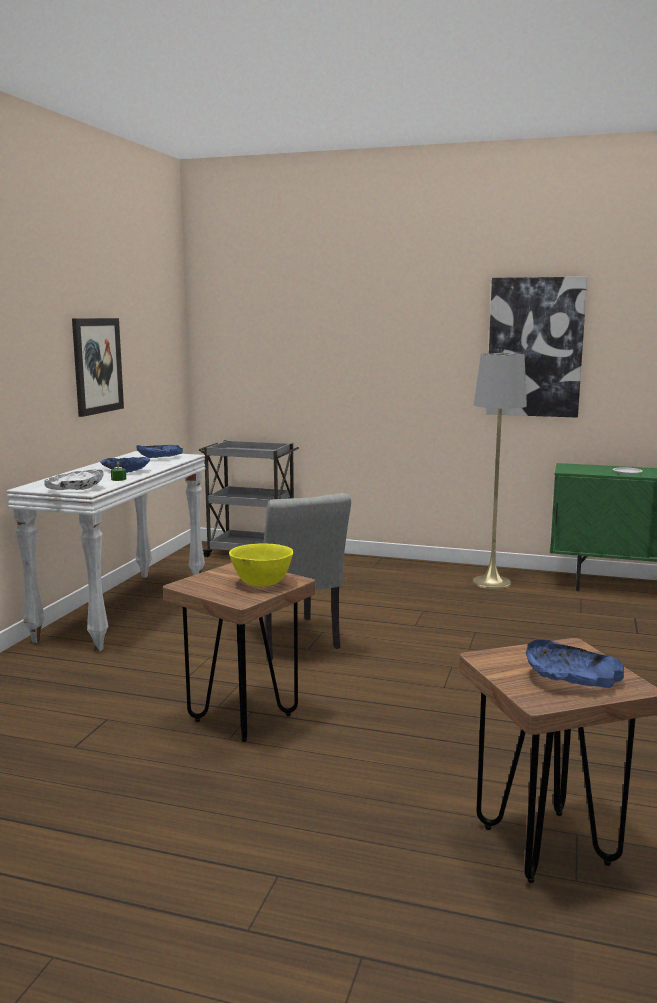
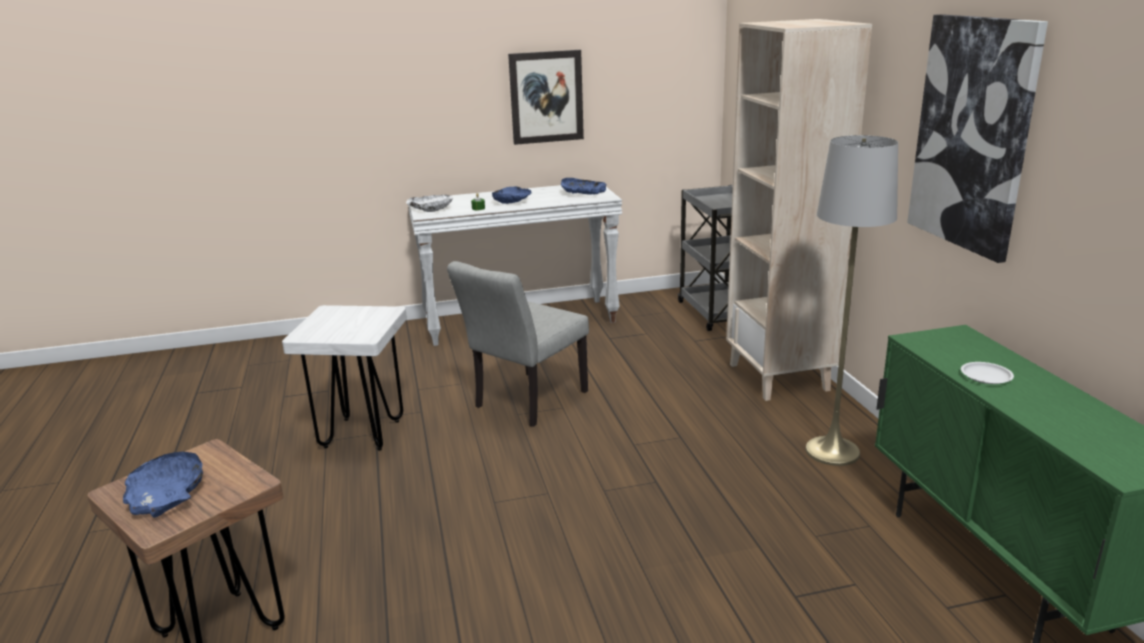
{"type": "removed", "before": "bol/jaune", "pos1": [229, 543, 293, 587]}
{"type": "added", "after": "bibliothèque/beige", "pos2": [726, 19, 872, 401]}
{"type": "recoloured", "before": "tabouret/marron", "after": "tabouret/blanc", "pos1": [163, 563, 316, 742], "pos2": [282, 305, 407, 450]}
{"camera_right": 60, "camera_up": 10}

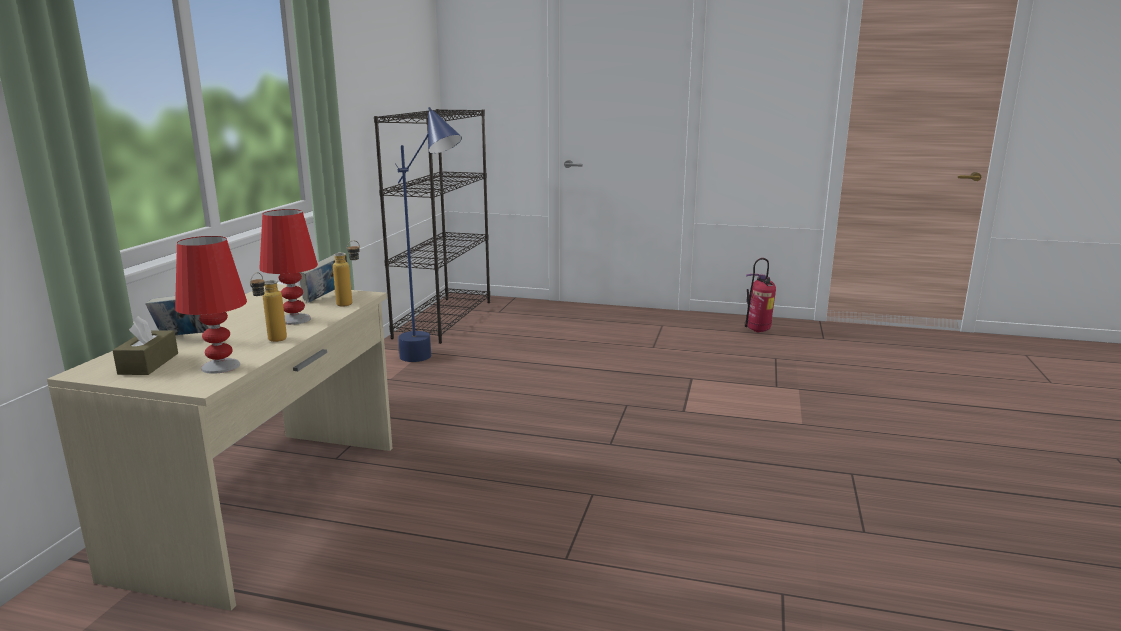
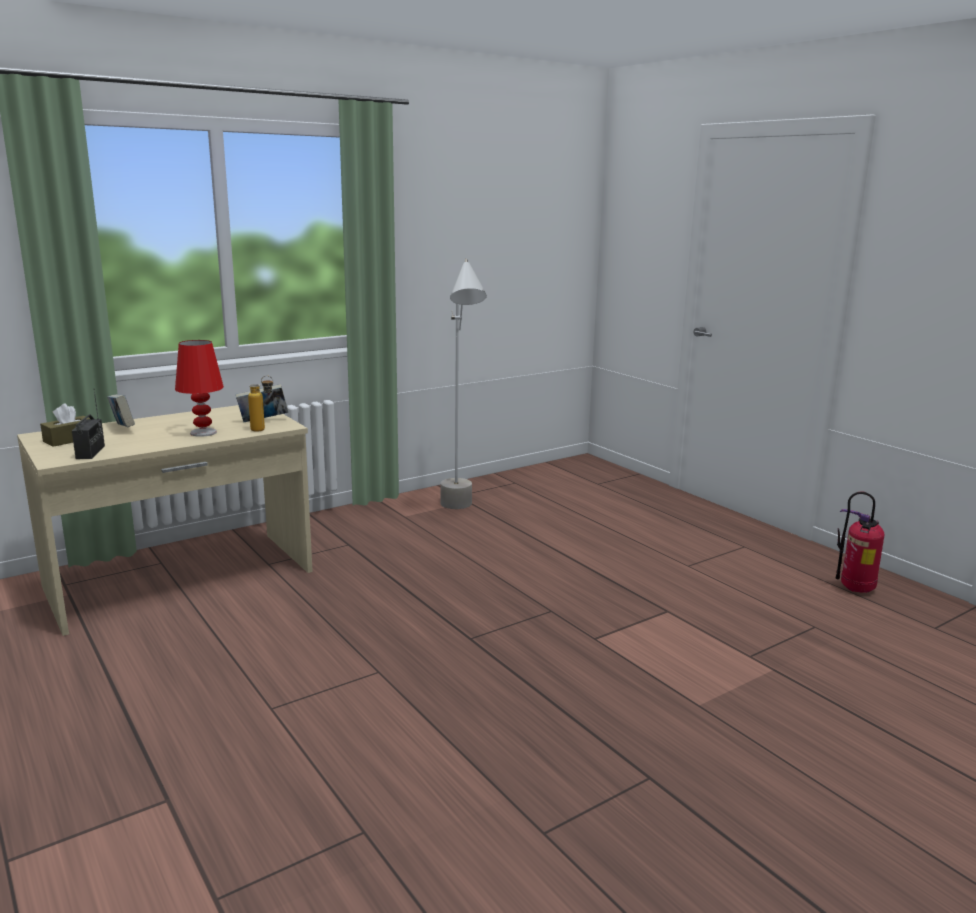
{"type": "removed", "before": "bouteille", "pos1": [250, 272, 287, 342]}
{"type": "removed", "before": "bibliothèque/noir", "pos1": [374, 109, 490, 344]}
{"type": "replaced", "before": "lampe de table/rouge", "after": "radio", "pos1": [175, 236, 247, 374], "pos2": [72, 391, 105, 459]}
{"type": "recoloured", "before": "lampadaire/bleu", "after": "lampadaire/gris", "pos1": [395, 107, 462, 362], "pos2": [440, 258, 487, 509]}
{"camera_right": 40, "camera_up": 0}

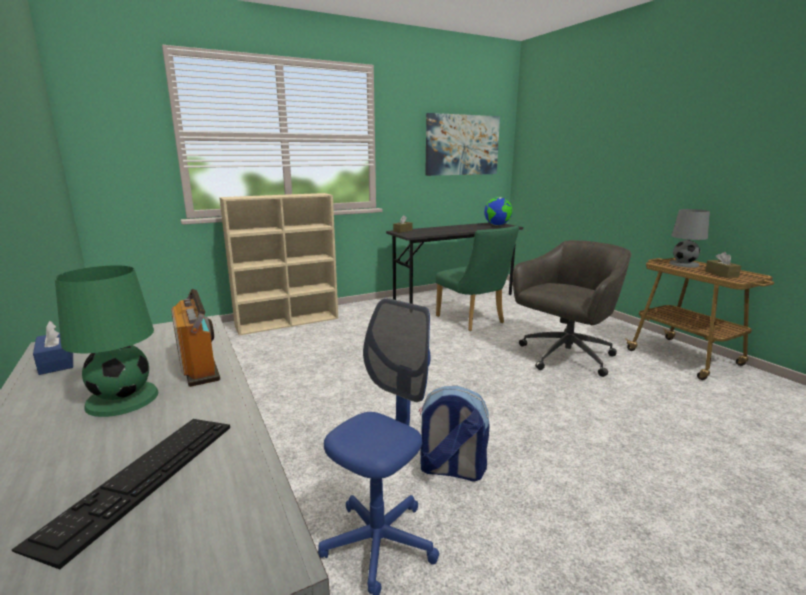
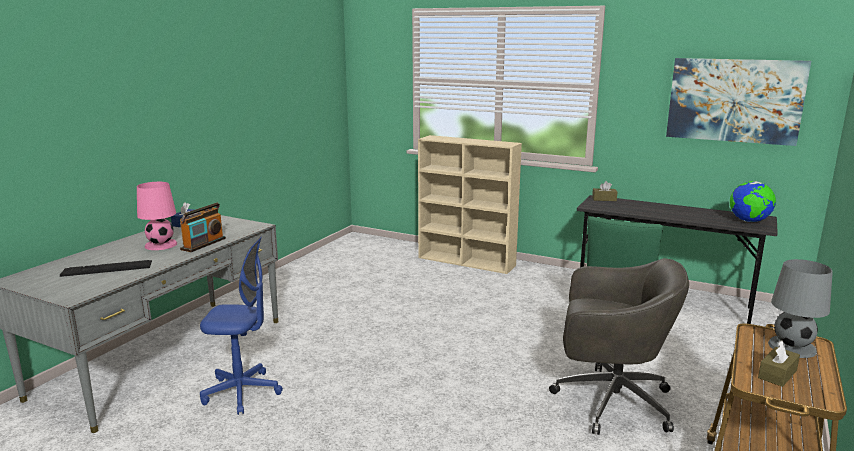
{"type": "removed", "before": "sac à dos", "pos1": [418, 386, 490, 482]}
{"type": "recoloured", "before": "lampe de table/vert", "after": "lampe de table/rose", "pos1": [55, 265, 158, 417], "pos2": [137, 182, 177, 250]}
{"camera_right": 55, "camera_up": 0}

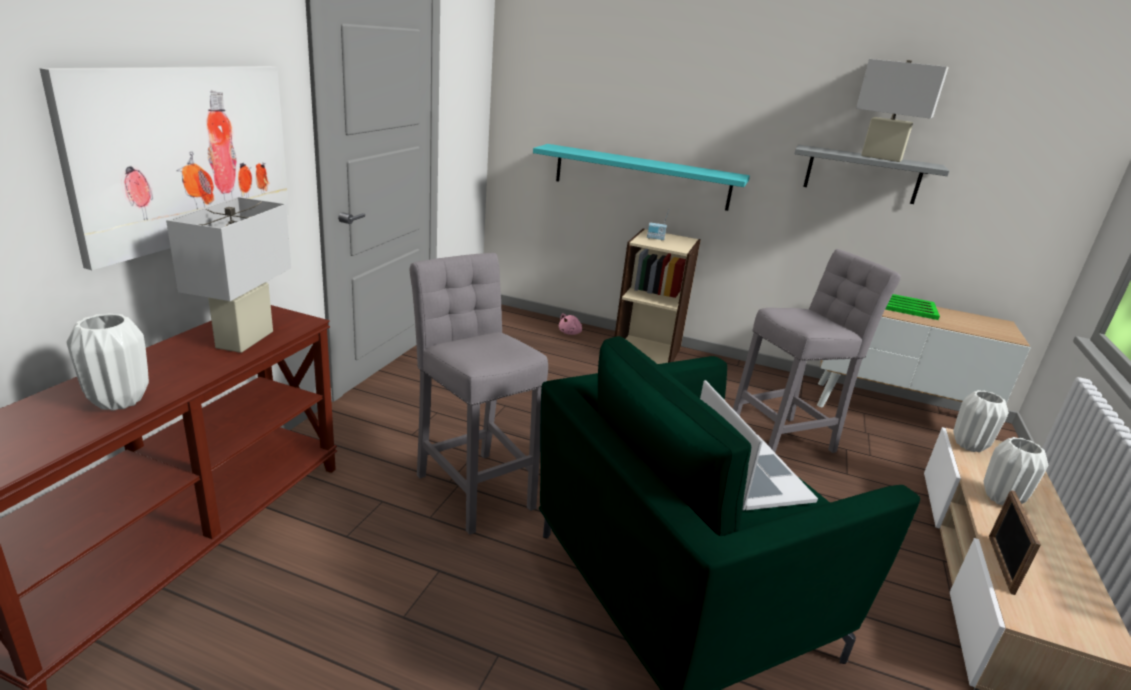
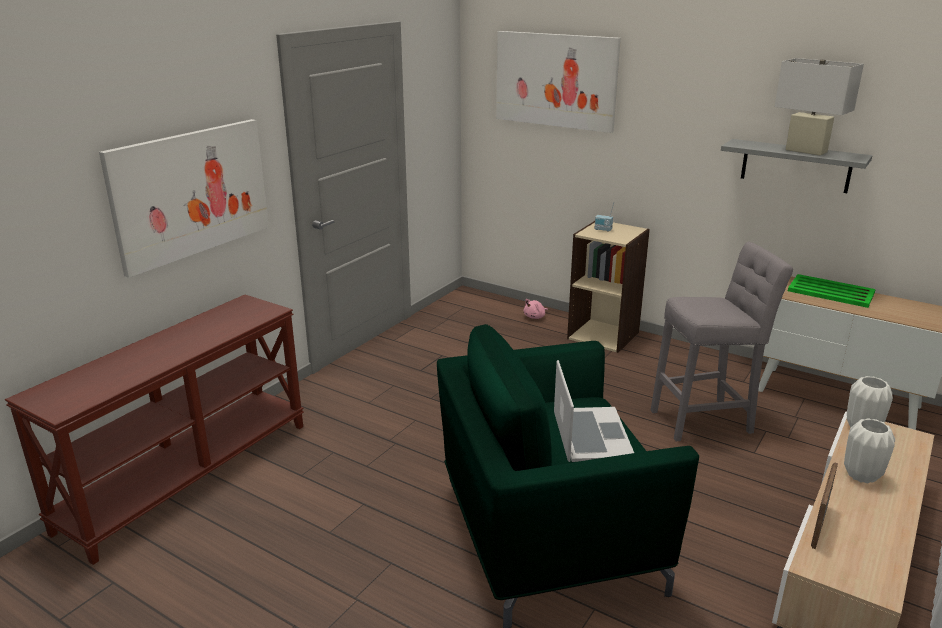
{"type": "removed", "before": "vase/blanc", "pos1": [66, 313, 149, 411]}
{"type": "removed", "before": "lampe de table/blanc", "pos1": [166, 197, 291, 353]}
{"type": "removed", "before": "tabouret/gris", "pos1": [410, 253, 548, 535]}
{"type": "removed", "before": "étagère/turquoise", "pos1": [533, 144, 750, 211]}
{"type": "added", "after": "tableau", "pos2": [496, 31, 621, 133]}
{"camera_right": 15, "camera_up": 0}

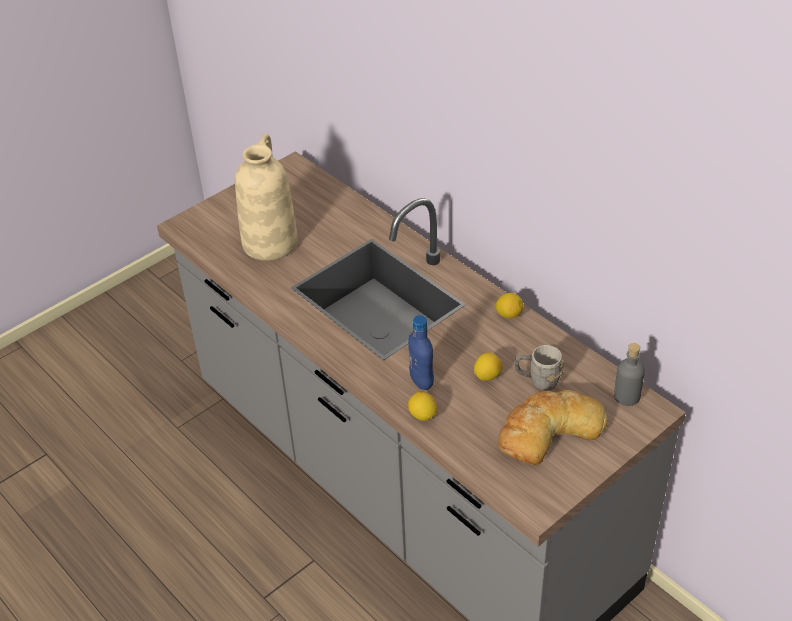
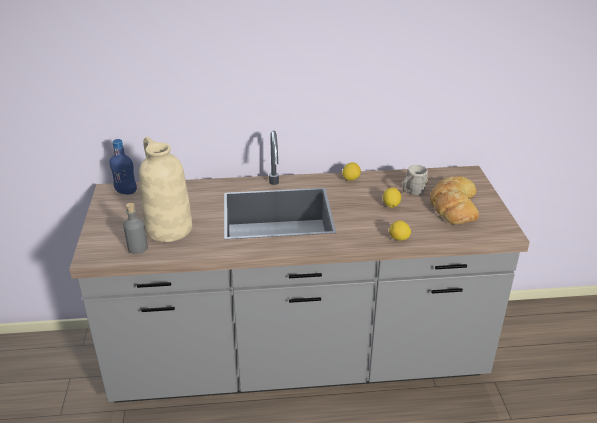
{"type": "moved", "before": "bouteille/bleu", "pos1": [408, 315, 434, 390], "pos2": [110, 139, 137, 194]}
{"type": "moved", "before": "bouteille/gris", "pos1": [614, 343, 645, 406], "pos2": [123, 203, 148, 254]}
{"camera_right": -55, "camera_up": -10}

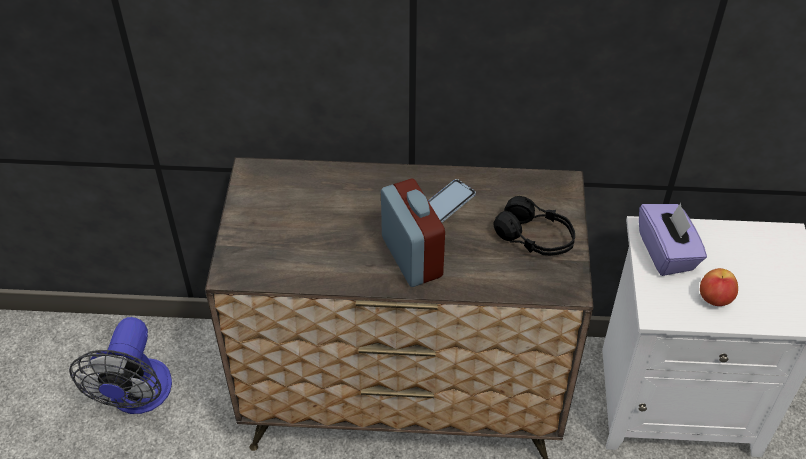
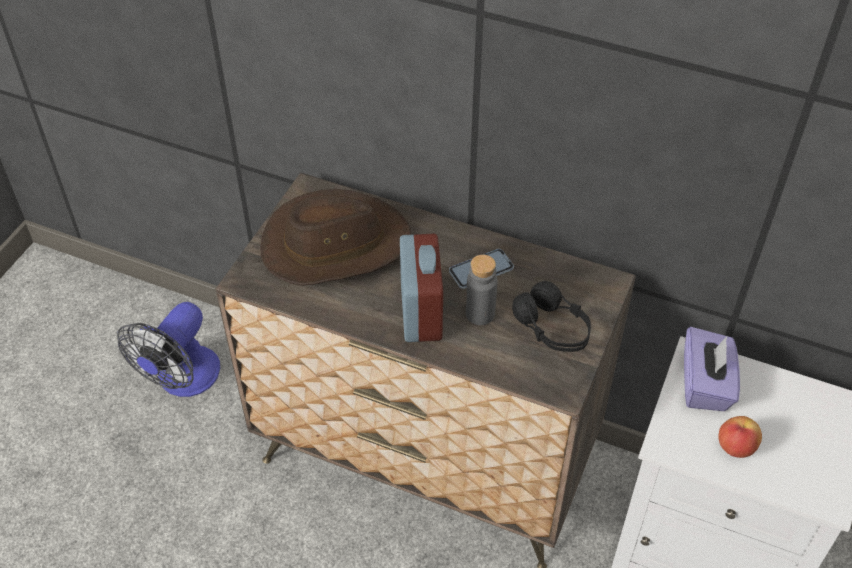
{"type": "added", "after": "chapeau/marron", "pos2": [260, 189, 411, 286]}
{"type": "added", "after": "bouteille/gris", "pos2": [466, 255, 498, 325]}
{"camera_right": 20, "camera_up": 0}

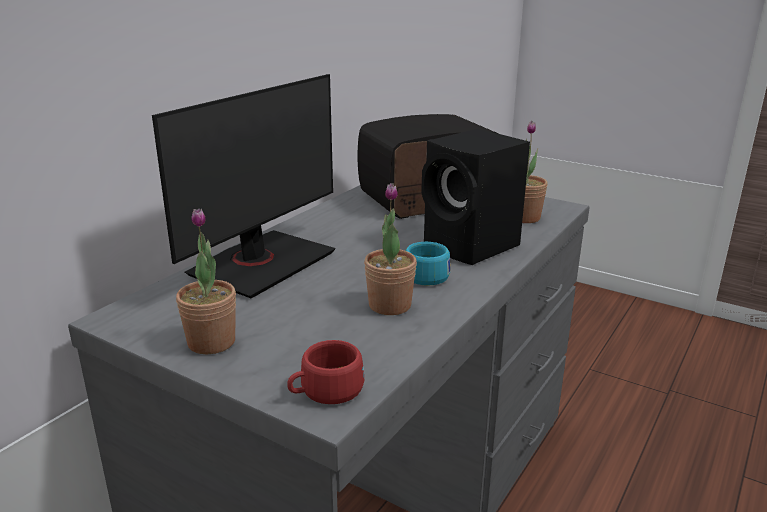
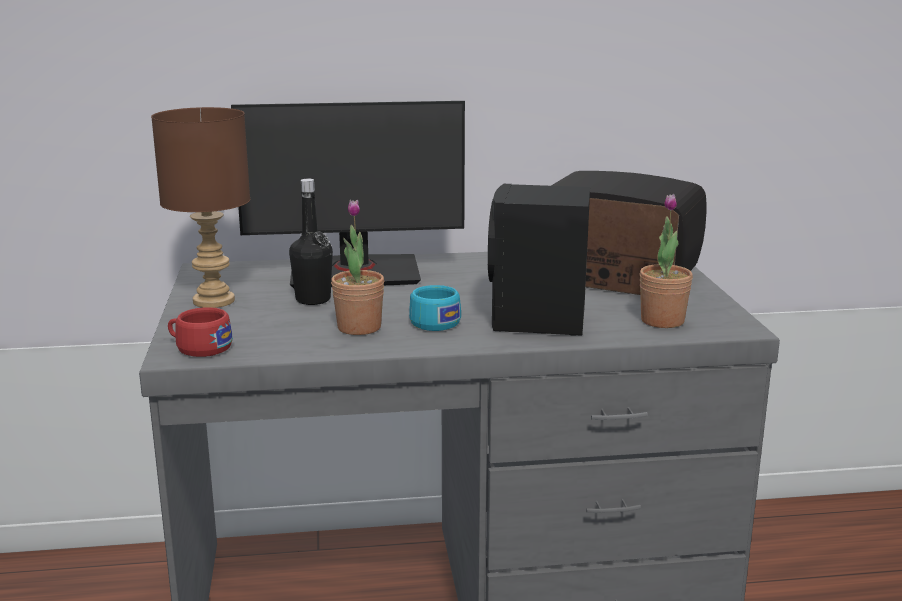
{"type": "added", "after": "bouteille/noir", "pos2": [289, 179, 333, 305]}
{"type": "replaced", "before": "plante en pot", "after": "lampe de table/marron", "pos1": [176, 208, 236, 354], "pos2": [151, 107, 250, 308]}
{"camera_right": 50, "camera_up": -5}

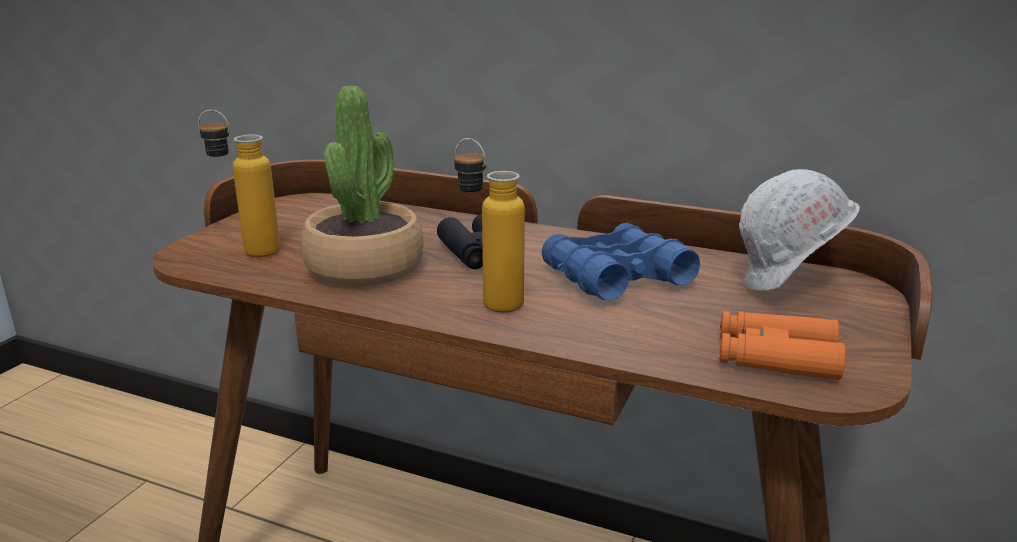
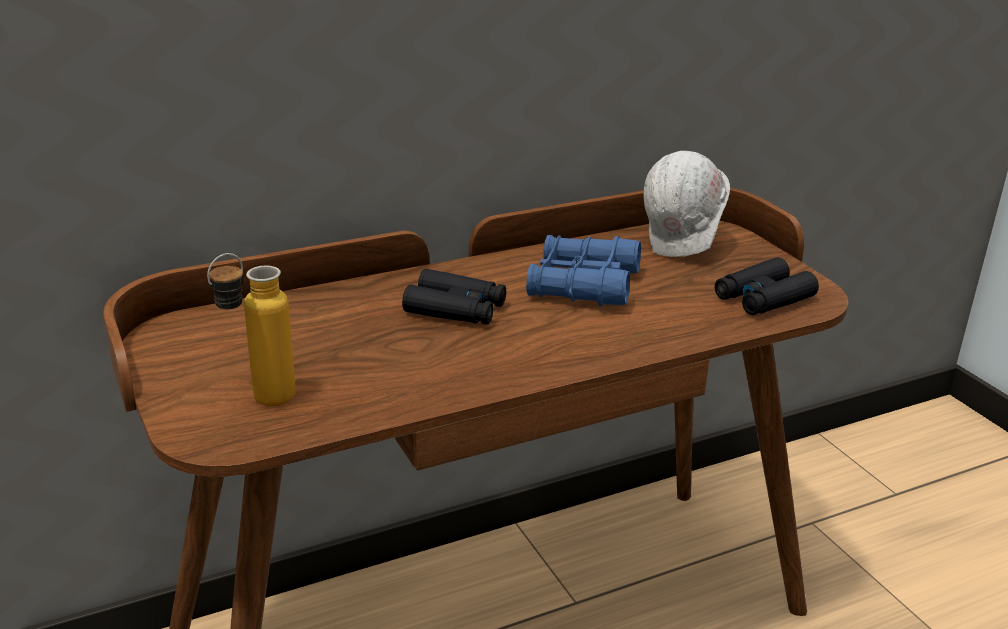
{"type": "removed", "before": "plante en pot", "pos1": [301, 86, 424, 287]}
{"type": "removed", "before": "bouteille", "pos1": [454, 138, 525, 313]}
{"type": "recoloured", "before": "jumelles/orange", "after": "jumelles/noir", "pos1": [719, 311, 846, 380], "pos2": [715, 257, 819, 315]}
{"camera_right": -50, "camera_up": 5}

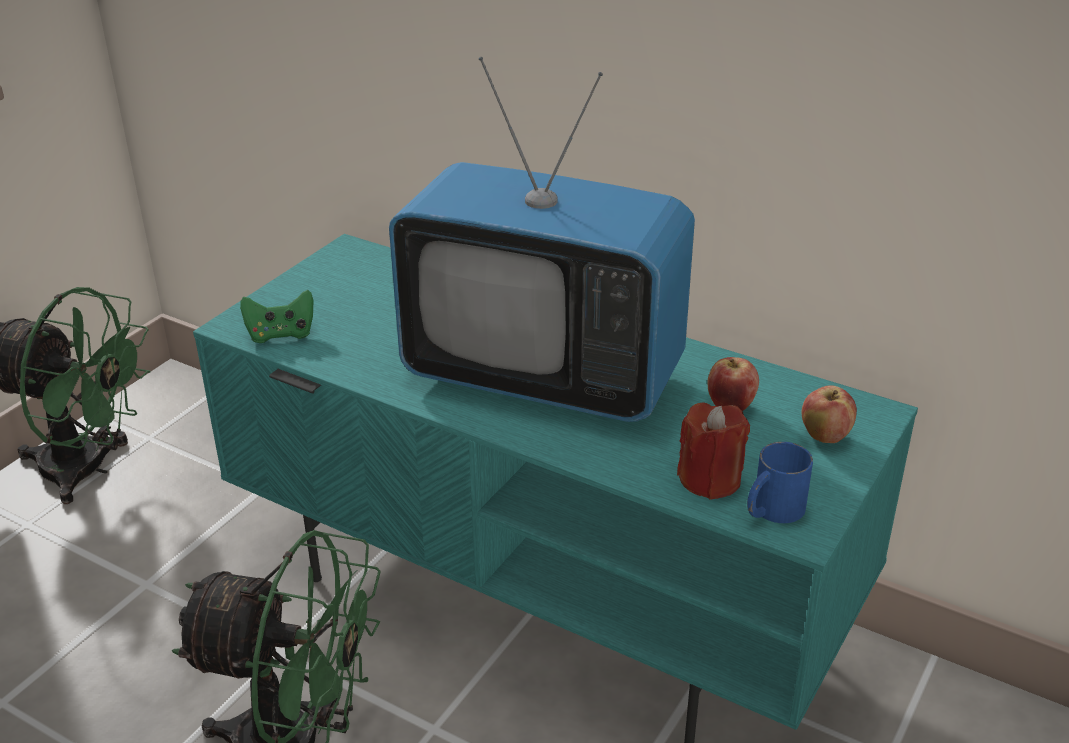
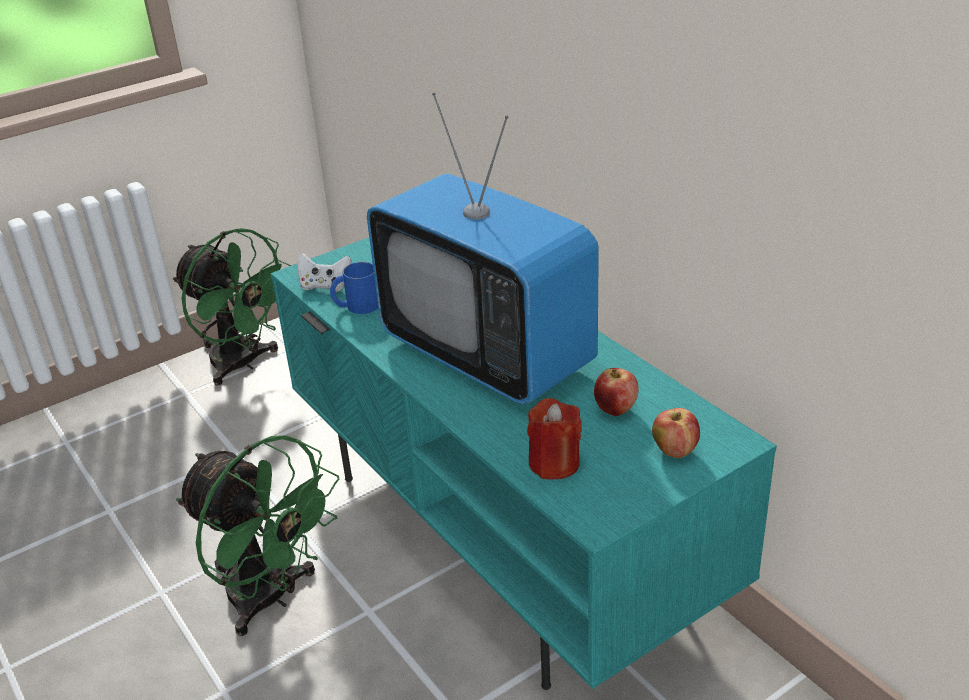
{"type": "moved", "before": "mug/bleu", "pos1": [747, 442, 813, 523], "pos2": [330, 262, 378, 314]}
{"type": "recoloured", "before": "manette/vert", "after": "manette/blanc", "pos1": [240, 290, 313, 343], "pos2": [298, 253, 352, 292]}
{"camera_right": 25, "camera_up": 0}

